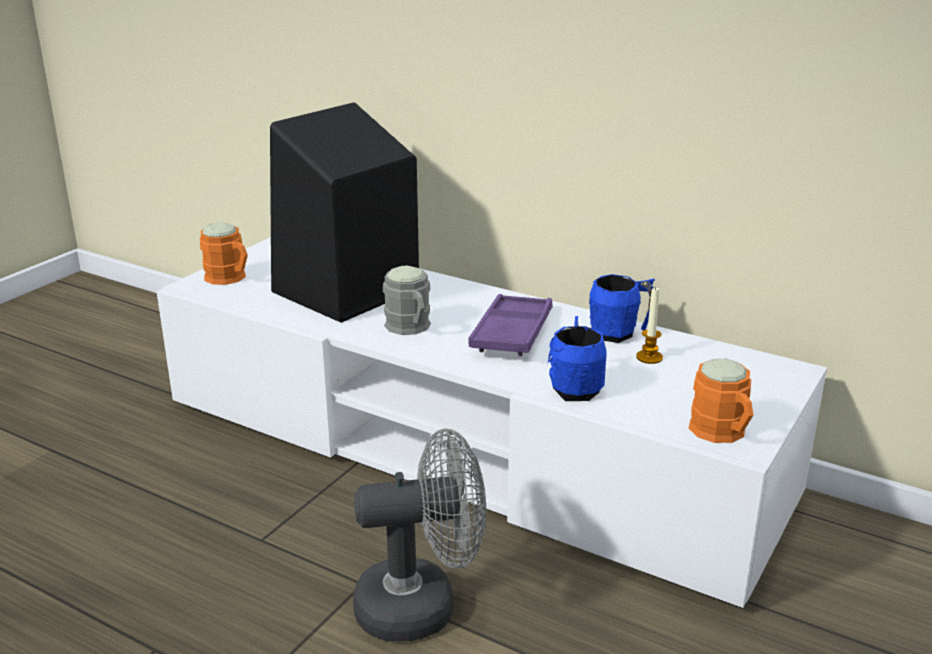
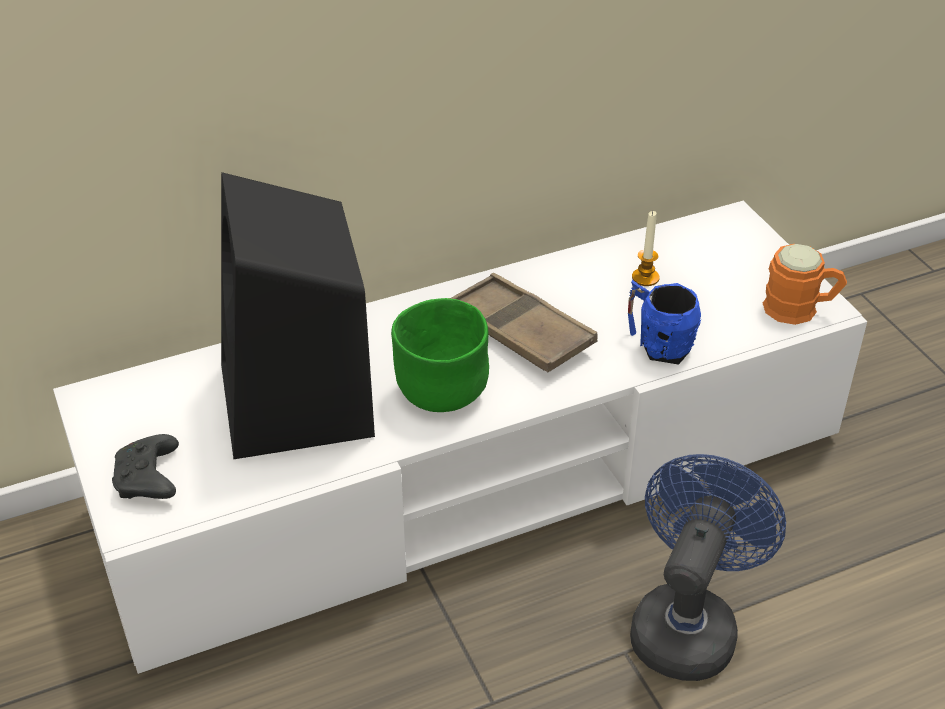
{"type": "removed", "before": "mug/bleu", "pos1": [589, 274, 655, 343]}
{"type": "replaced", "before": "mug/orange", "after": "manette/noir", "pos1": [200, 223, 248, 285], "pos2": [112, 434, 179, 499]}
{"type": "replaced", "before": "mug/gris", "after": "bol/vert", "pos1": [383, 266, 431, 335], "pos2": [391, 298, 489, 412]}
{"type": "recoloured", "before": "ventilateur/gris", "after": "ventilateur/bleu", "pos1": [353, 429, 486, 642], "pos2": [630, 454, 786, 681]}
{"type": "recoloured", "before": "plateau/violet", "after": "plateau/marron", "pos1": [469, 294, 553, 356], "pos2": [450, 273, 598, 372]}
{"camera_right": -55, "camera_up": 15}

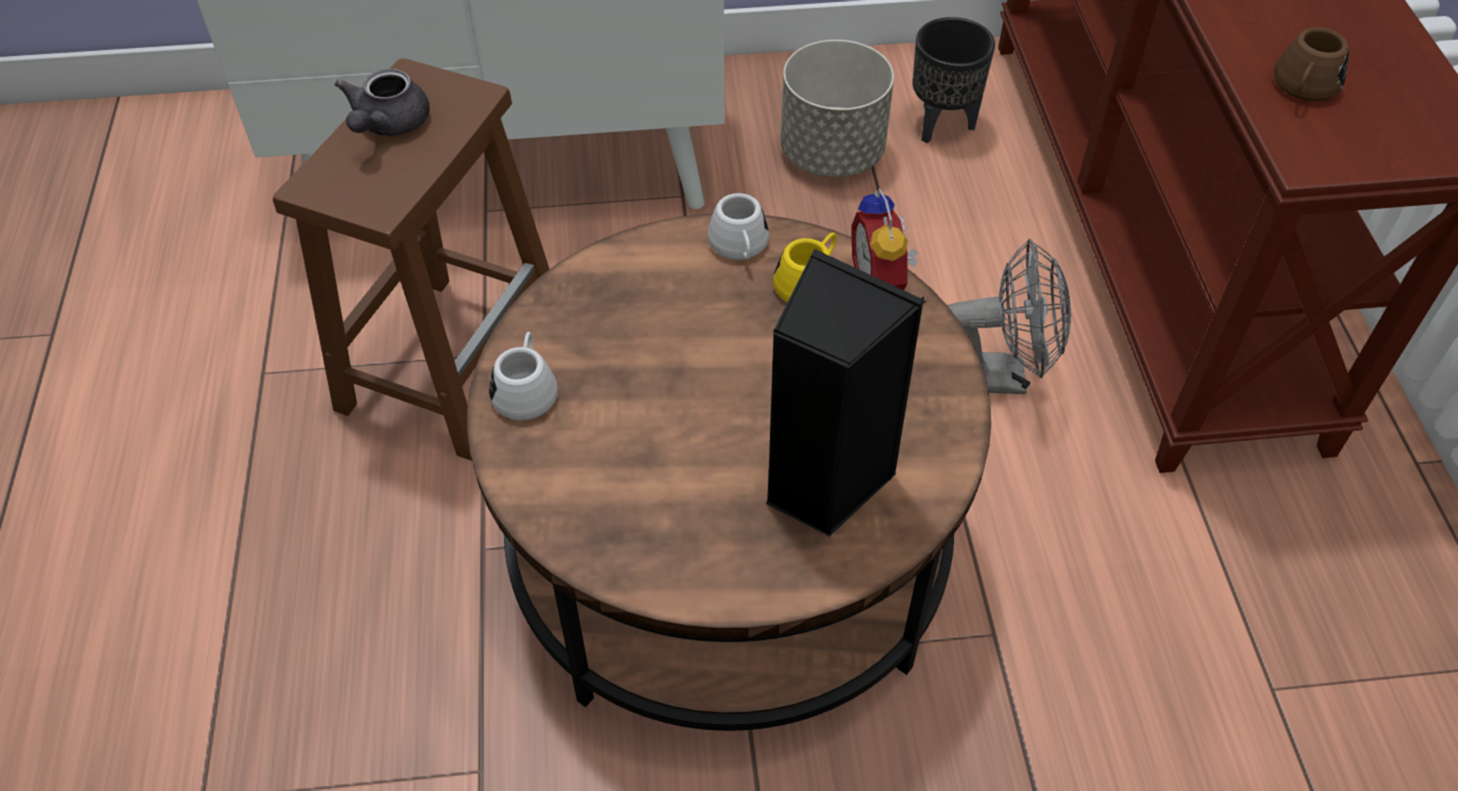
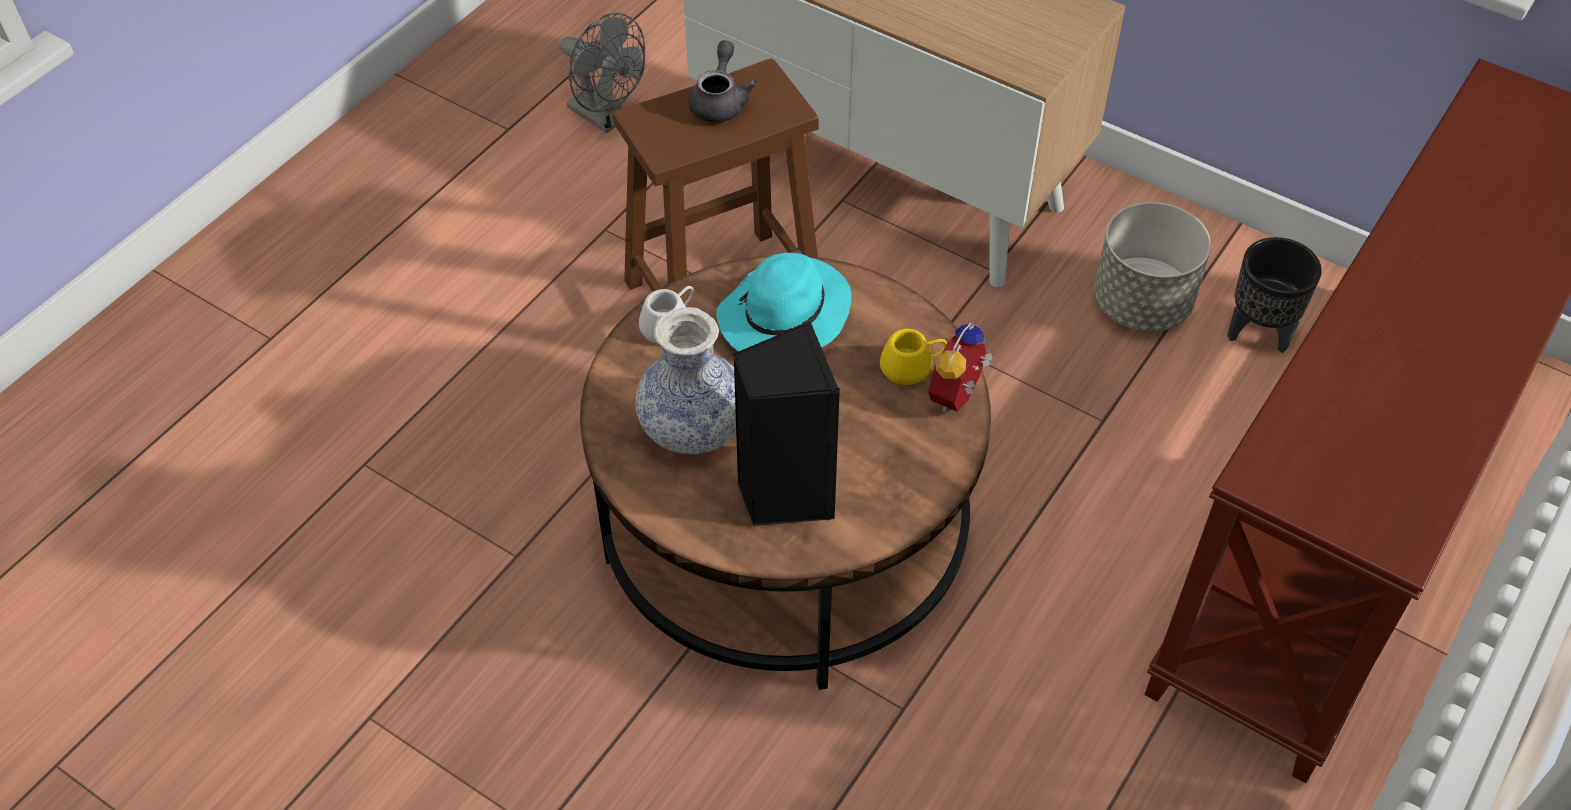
{"type": "removed", "before": "mug/blanc", "pos1": [708, 193, 769, 260]}
{"type": "removed", "before": "mug/marron", "pos1": [1274, 27, 1349, 101]}
{"type": "added", "after": "vase", "pos2": [635, 307, 736, 454]}
{"type": "added", "after": "chapeau/turquoise", "pos2": [716, 253, 851, 351]}
{"type": "moved", "before": "ventilateur/gris", "pos1": [947, 238, 1071, 394], "pos2": [560, 12, 645, 133]}
{"type": "turned", "before": "théière/gris", "pos1": [334, 68, 430, 136], "pos2": [689, 40, 757, 123], "turn": 135}
{"camera_right": 40, "camera_up": 0}

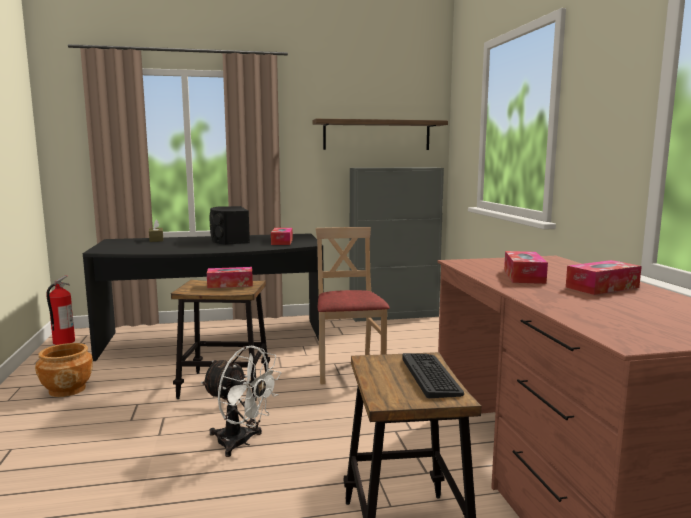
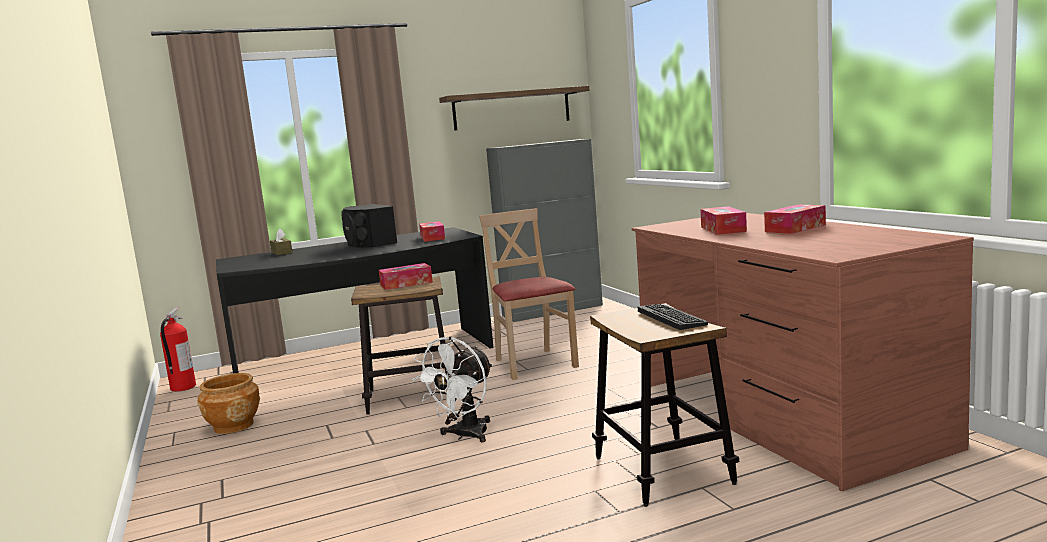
{"type": "turned", "before": "ventilateur/blanc", "pos1": [201, 346, 282, 457], "pos2": [412, 337, 493, 442], "turn": 105}
{"camera_right": -10, "camera_up": 0}

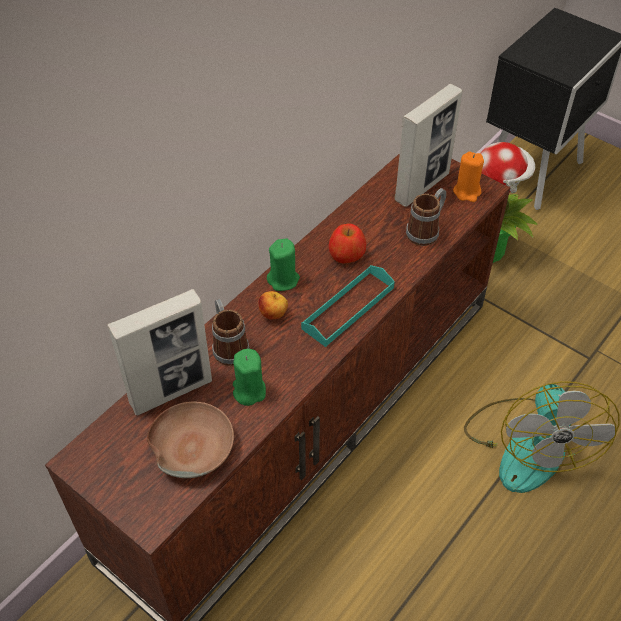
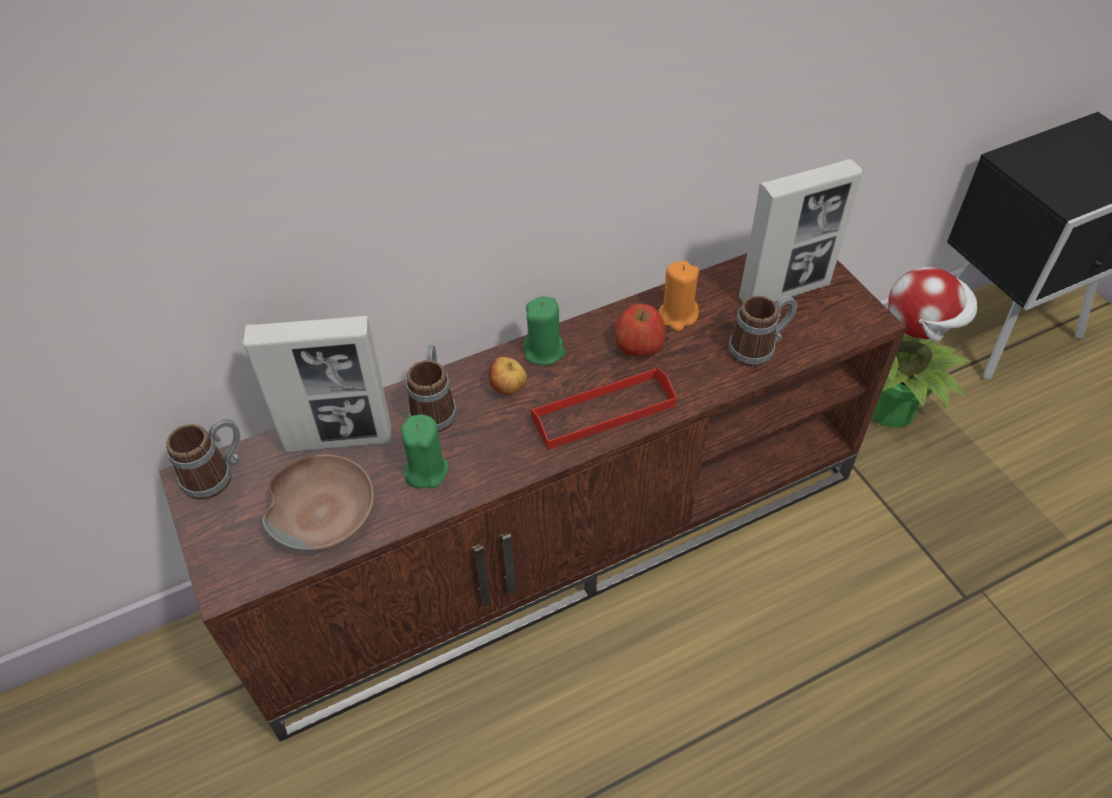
{"type": "removed", "before": "ventilateur", "pos1": [464, 381, 620, 493]}
{"type": "added", "after": "mug", "pos2": [166, 418, 240, 500]}
{"type": "moved", "before": "bougie/orange", "pos1": [453, 151, 484, 202], "pos2": [659, 261, 699, 331]}
{"type": "recoloured", "before": "plateau/turquoise", "after": "plateau/rouge", "pos1": [301, 265, 395, 347], "pos2": [531, 367, 677, 450]}
{"camera_right": 25, "camera_up": 0}

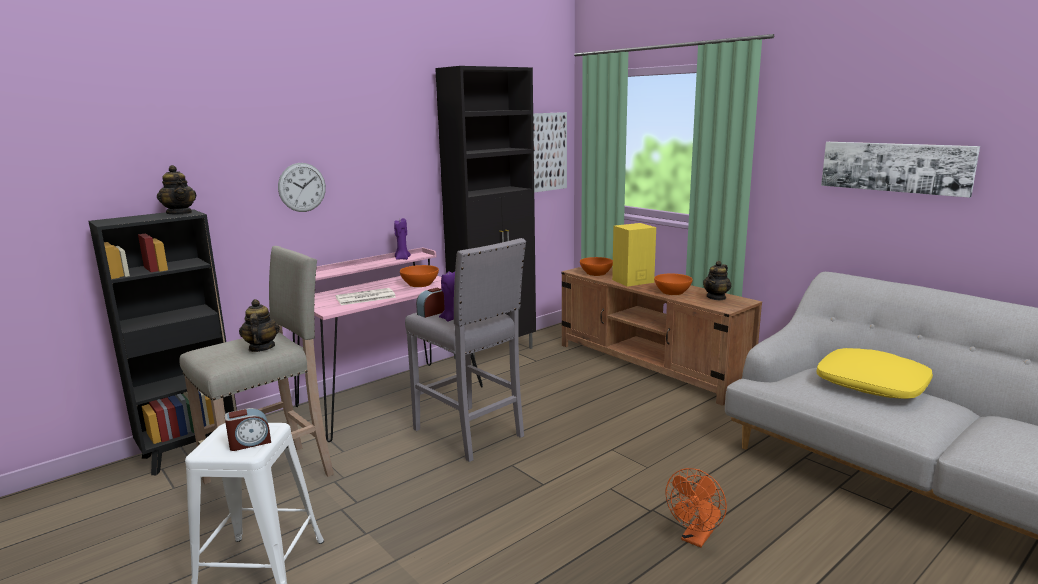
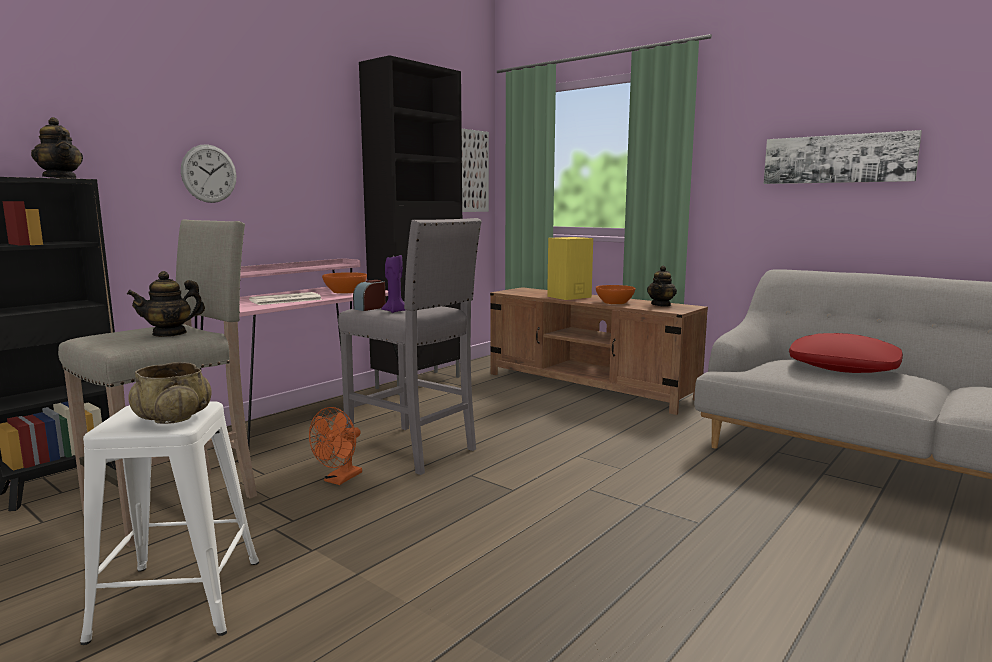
{"type": "removed", "before": "bougie/violet", "pos1": [394, 218, 411, 260]}
{"type": "removed", "before": "bol/orange", "pos1": [580, 257, 613, 276]}
{"type": "moved", "before": "ventilateur/orange", "pos1": [666, 468, 727, 548], "pos2": [309, 407, 362, 485]}
{"type": "replaced", "before": "réveil", "after": "bol/beige", "pos1": [225, 408, 271, 451], "pos2": [128, 362, 212, 424]}
{"type": "recoloured", "before": "coussin/jaune", "after": "coussin/rouge", "pos1": [817, 348, 933, 399], "pos2": [789, 333, 903, 373]}
{"type": "turned", "before": "théière", "pos1": [239, 299, 280, 352], "pos2": [127, 271, 205, 337], "turn": -105}
{"camera_right": -10, "camera_up": -5}

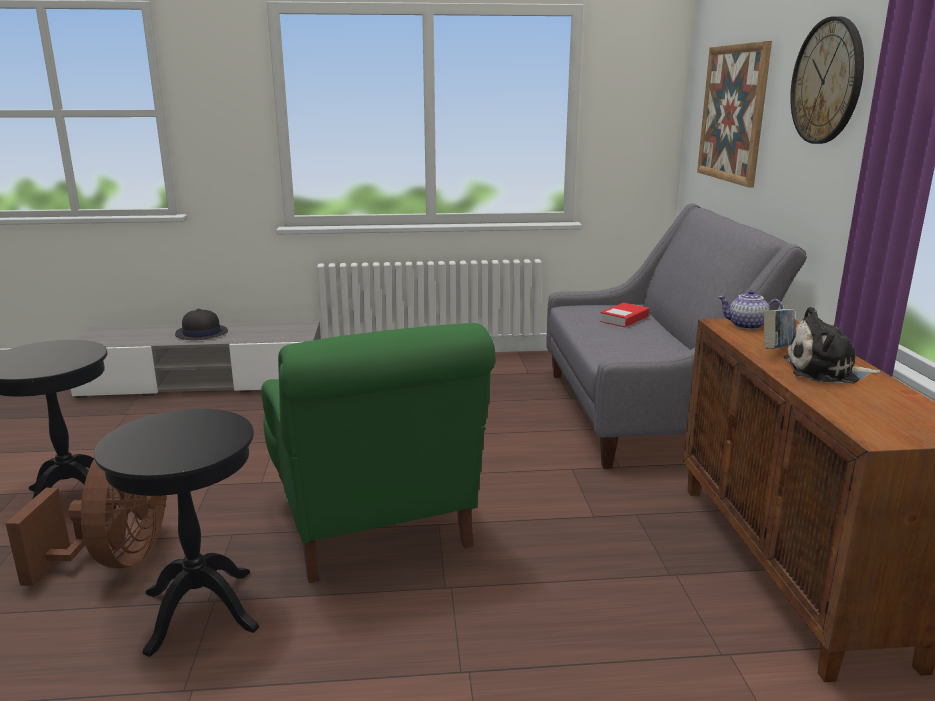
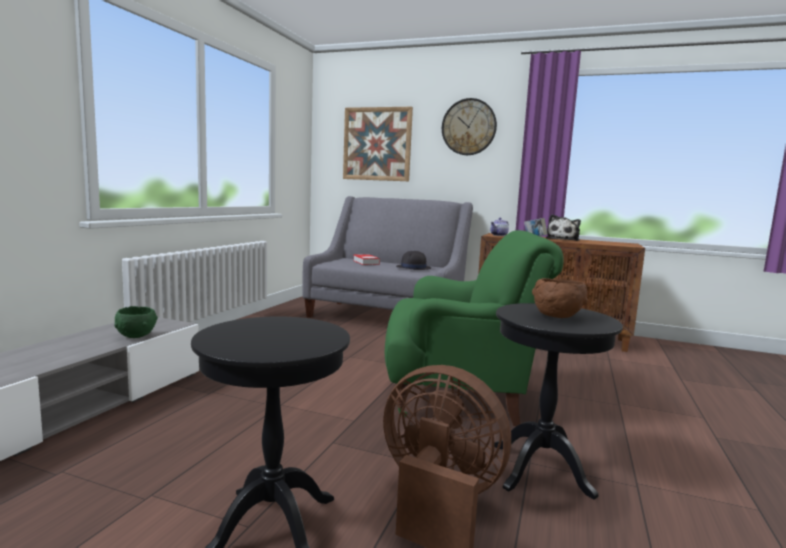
{"type": "added", "after": "bol/vert", "pos2": [114, 306, 158, 338]}
{"type": "added", "after": "bol/marron", "pos2": [532, 278, 588, 318]}
{"type": "moved", "before": "chapeau/noir", "pos1": [175, 309, 228, 340], "pos2": [396, 251, 431, 270]}
{"camera_right": -65, "camera_up": -10}

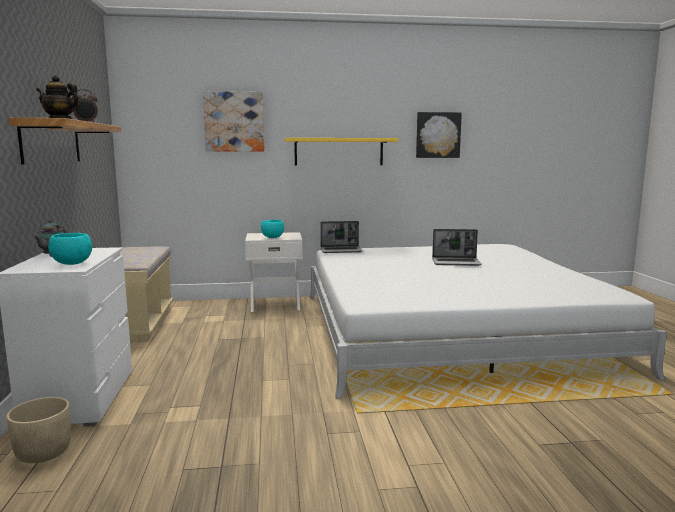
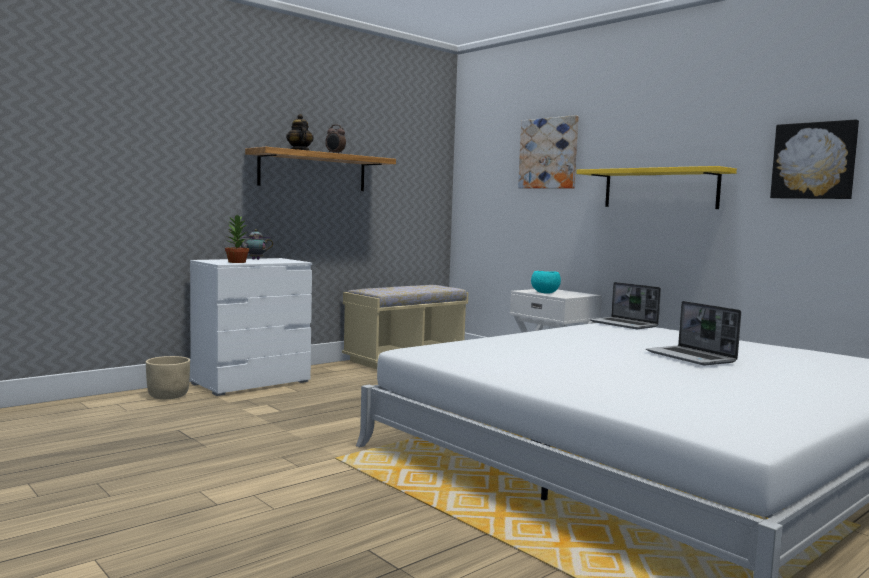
{"type": "replaced", "before": "bol/turquoise", "after": "plante en pot", "pos1": [48, 233, 92, 265], "pos2": [225, 215, 249, 263]}
{"camera_right": 55, "camera_up": -5}

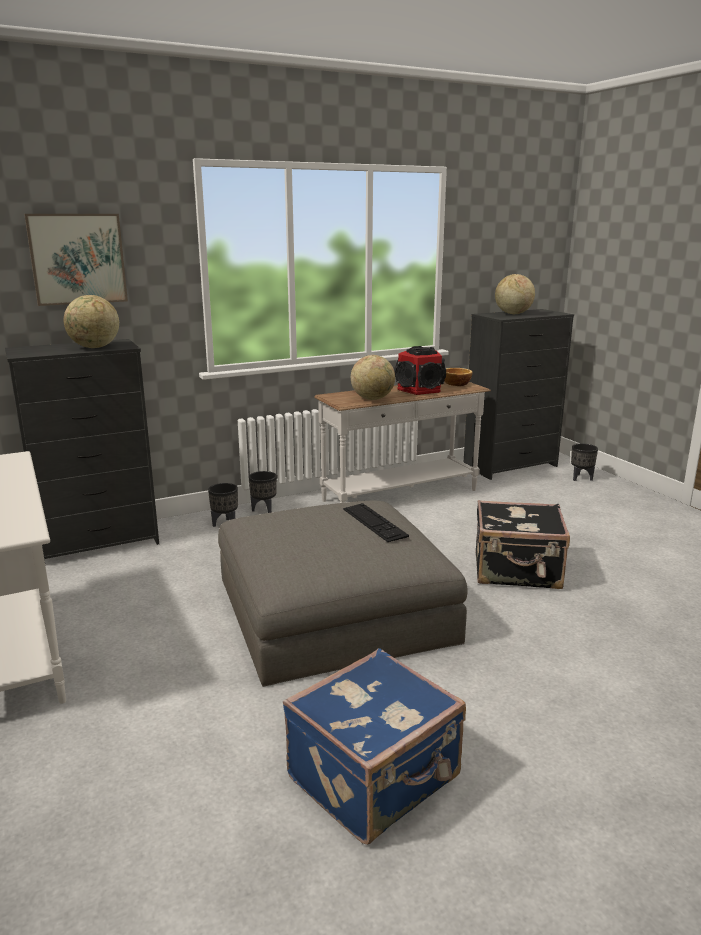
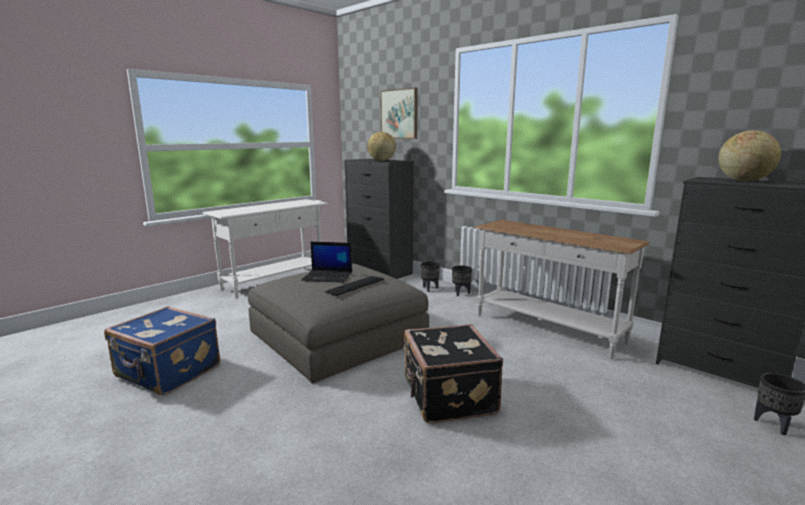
{"type": "removed", "before": "globe", "pos1": [351, 355, 395, 400]}
{"type": "removed", "before": "enceinte", "pos1": [394, 346, 446, 395]}
{"type": "removed", "before": "bol", "pos1": [444, 368, 472, 386]}
{"type": "added", "after": "ordinateur portable", "pos2": [301, 242, 352, 283]}
{"camera_right": 70, "camera_up": -5}

